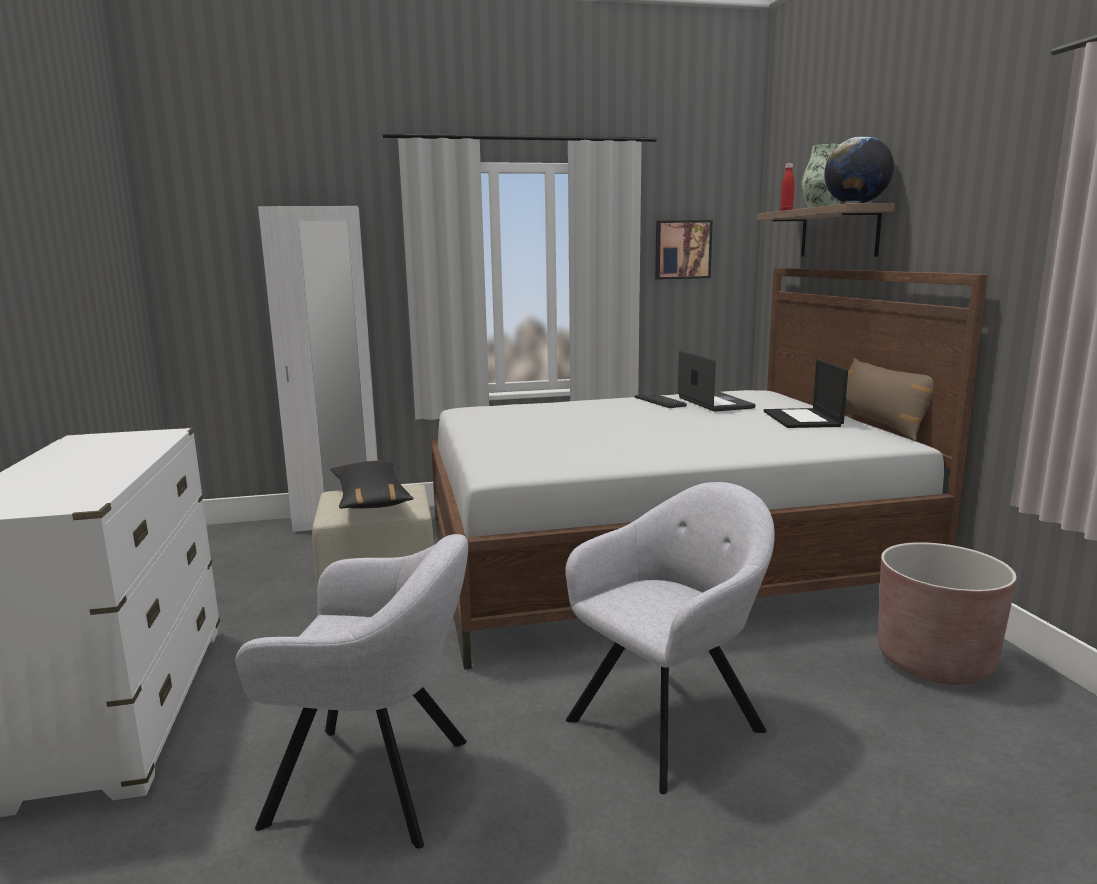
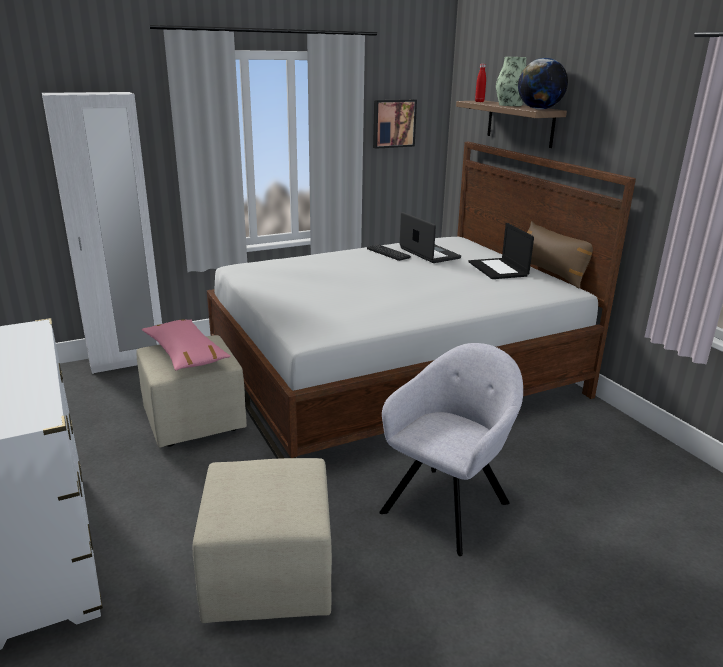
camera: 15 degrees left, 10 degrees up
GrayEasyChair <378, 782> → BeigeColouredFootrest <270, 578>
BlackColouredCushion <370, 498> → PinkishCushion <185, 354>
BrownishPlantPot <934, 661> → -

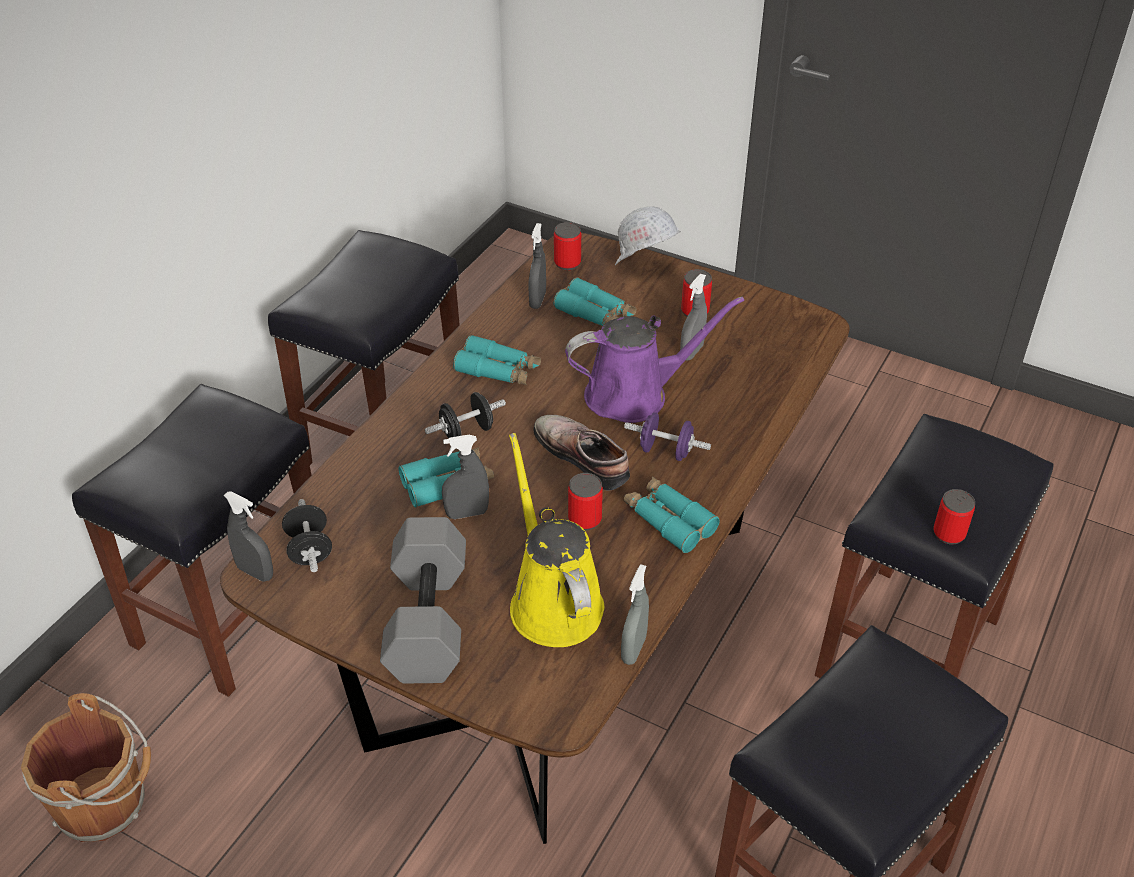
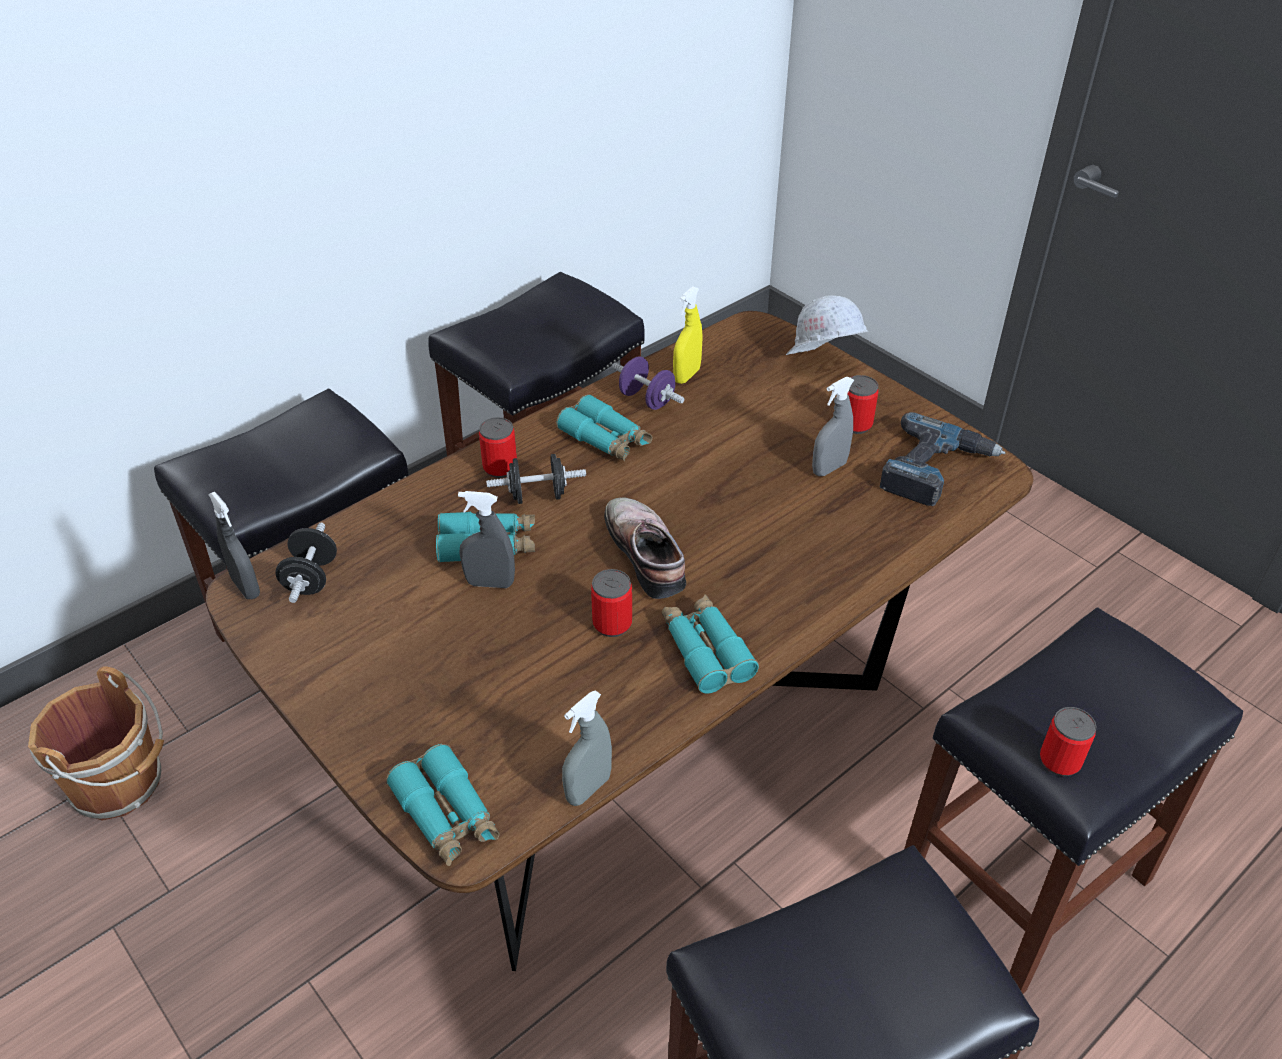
camera: 20 degrees right, 0 degrees up
GrayFreeWeight <425, 619> → -
YellowColouredSprinklingCan <552, 601> → -
GraySprayBottle <537, 300> → YellowColouredSprayBottle <687, 375>
SealedCan <567, 263> → SealedCan <500, 468>, moved
BlueGreenPairOfBinoculars <595, 314> → BlueGreenPairOfBinoculars <446, 815>, moved
PurpleColouredSprinklingCan <634, 394> → -
PurpleColouredFreeWeight <665, 451> → PurpleColouredFreeWeight <647, 399>, moved
- → PowerDrill <935, 470>

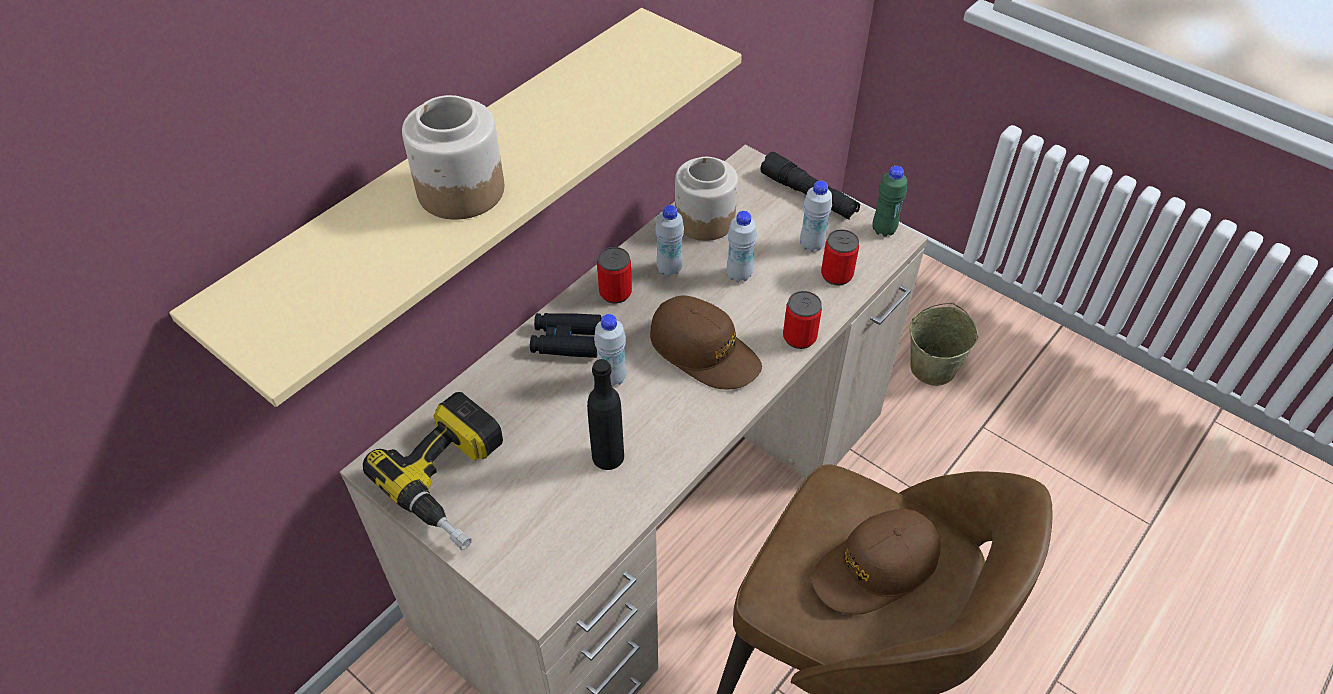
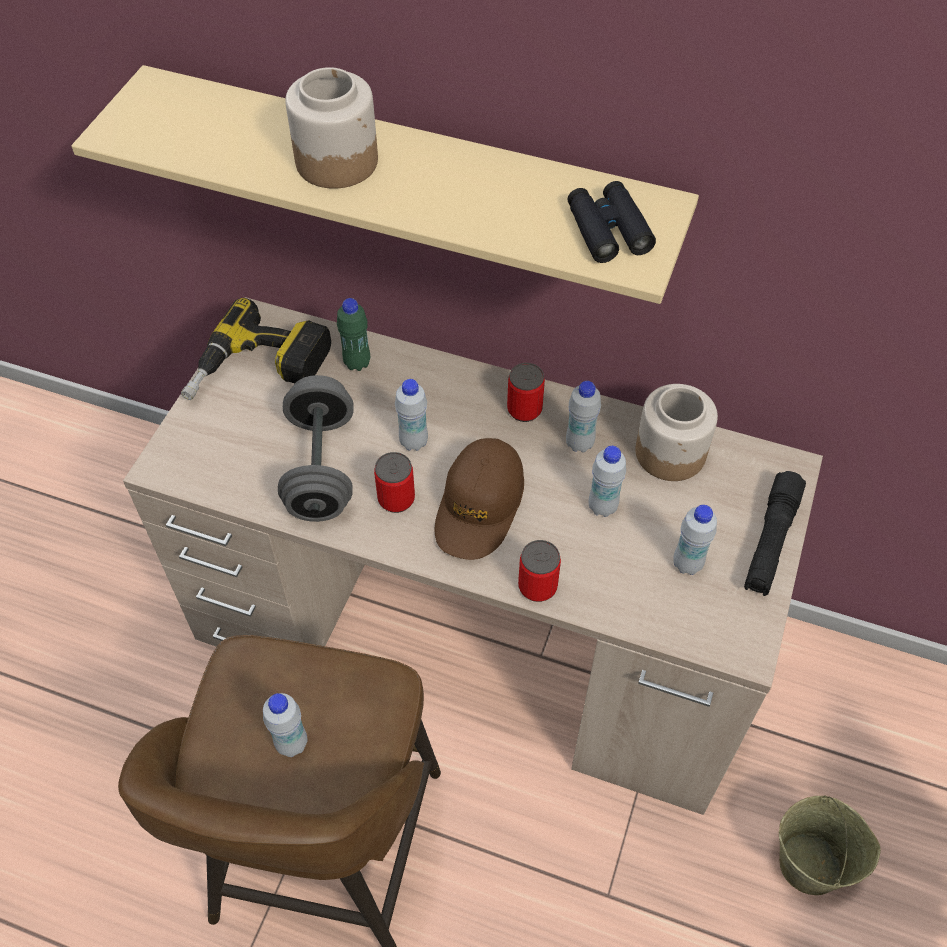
camera: 70 degrees right, 5 degrees up
BlackColouredPairOfBinoculars <566, 341> → BlackColouredPairOfBinoculars <608, 230>, moved
BlackColouredBeverageBottle <608, 456> → GrayFreeWeight <320, 468>
BrownishCap <875, 568> → WhiteColouredBeverageBottle <292, 743>
SealedCan <836, 275> → SealedCan <396, 499>, moved
GreenColouredBeverageBottle <883, 230> → GreenColouredBeverageBottle <357, 363>, moved

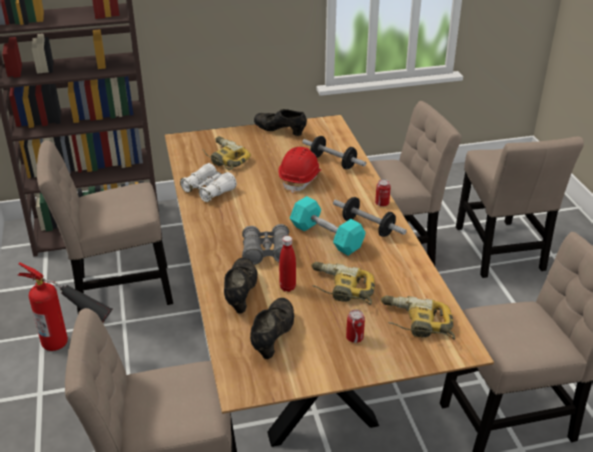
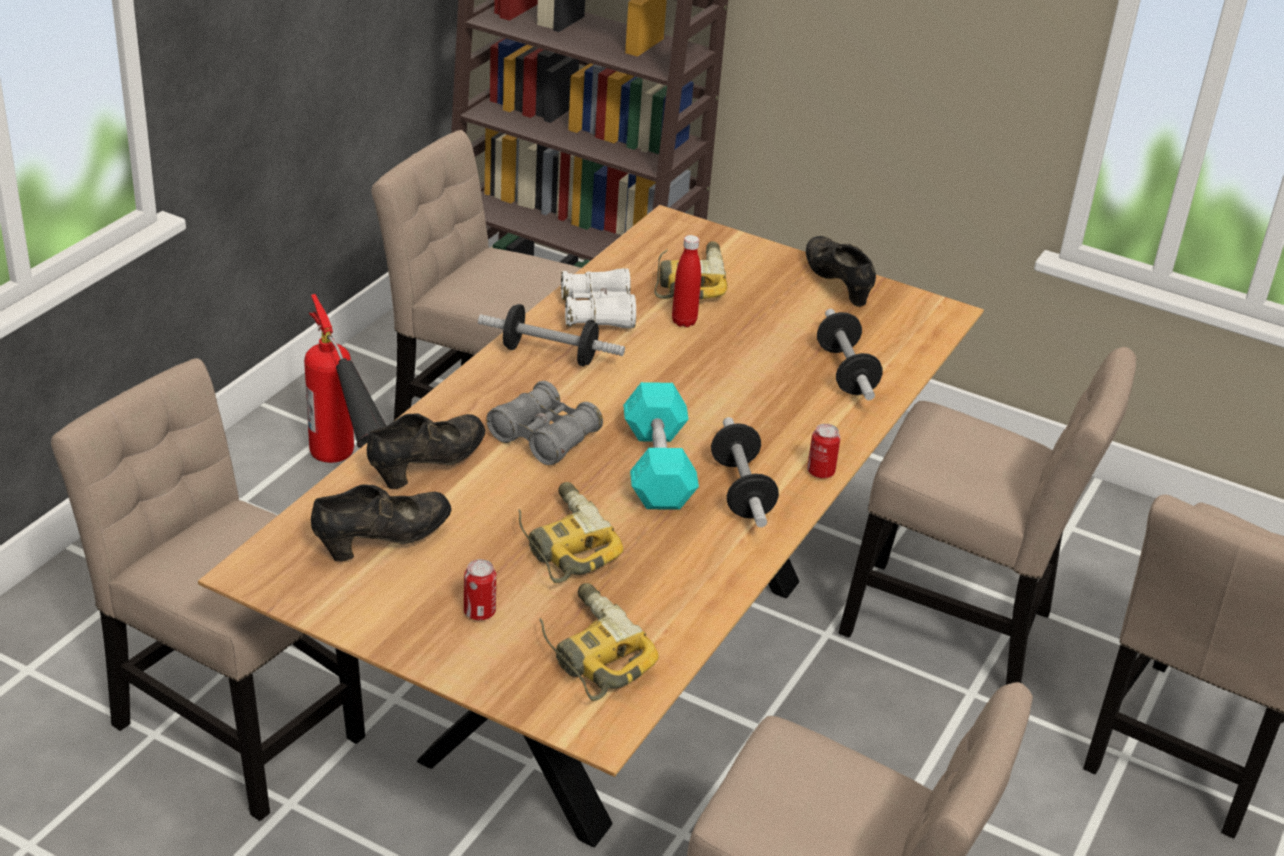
camera: 40 degrees right, 0 degrees up
RedSafetyHelmet <300, 179> → -
RedBeverageBottle <287, 287> → RedBeverageBottle <684, 321>, moved
- → FreeWeight <550, 354>

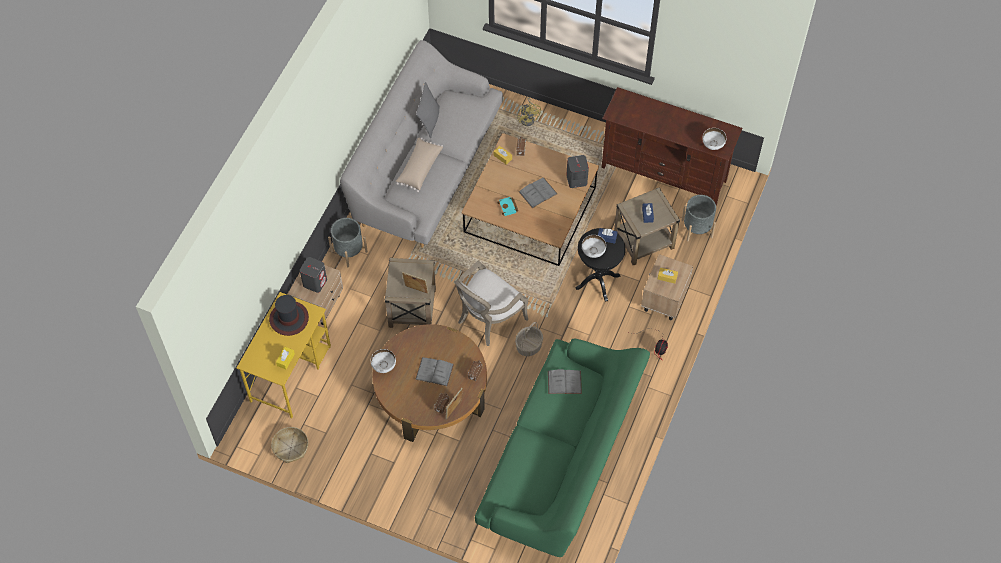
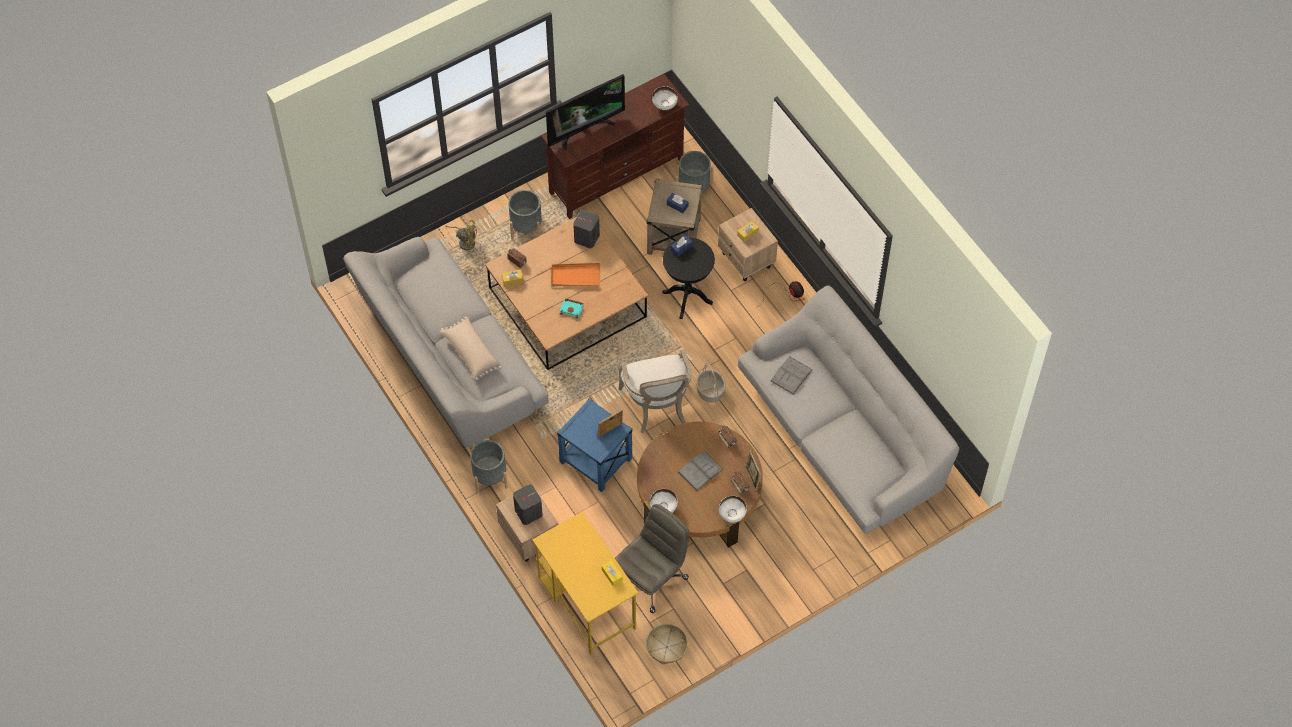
camera: 55 degrees left, 0 degrees up
Hat <289, 319> → -
BeigeColouredEndTable <412, 307> → BluishEndTable <595, 460>
GrayCushion <429, 121> → -
GreenColouredSofa <561, 458> → GraySofa <841, 435>
GrayBook <538, 193> → OrangeyTray <575, 276>
WhiteColouredServingBowl <593, 252> → WhiteColouredServingBowl <732, 515>, moved
- → GrayPlantPot <526, 227>
- → TvSet <584, 130>
- → GrayComputerChair <651, 578>

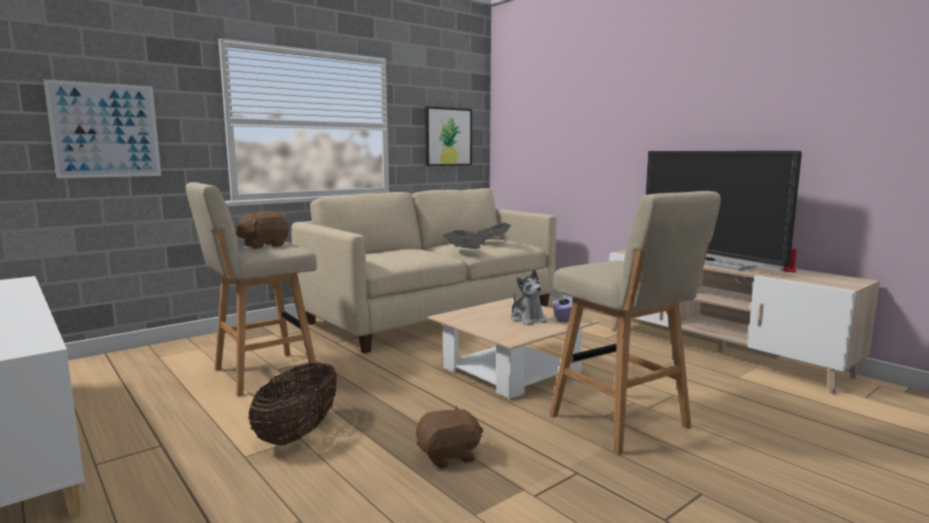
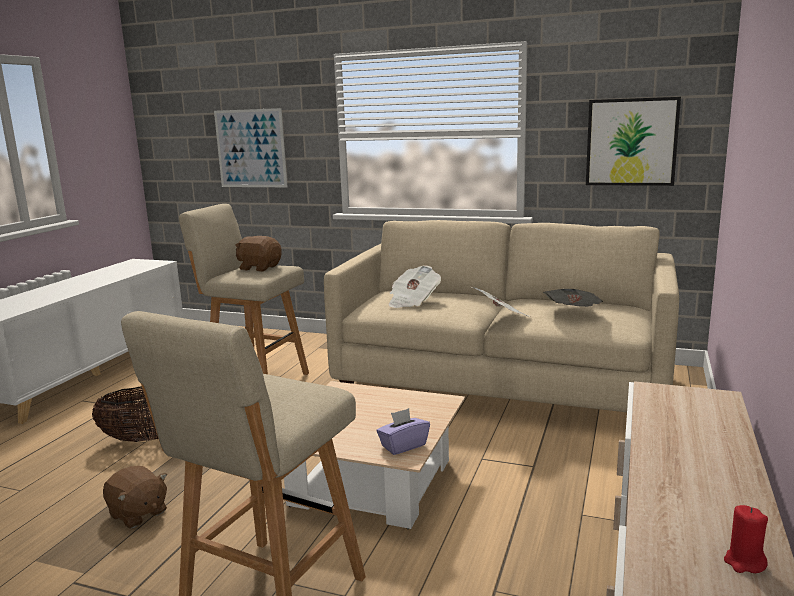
camera: 60 degrees right, 5 degrees up
PlushToy <527, 319> → -
TvSet <709, 262> → -
- → PrintedPaper <412, 301>

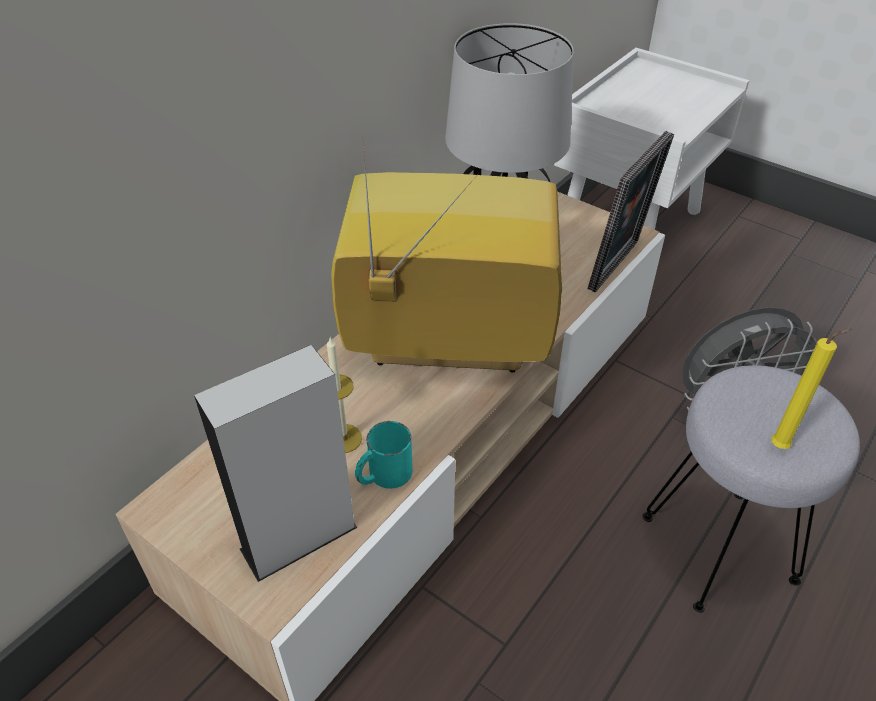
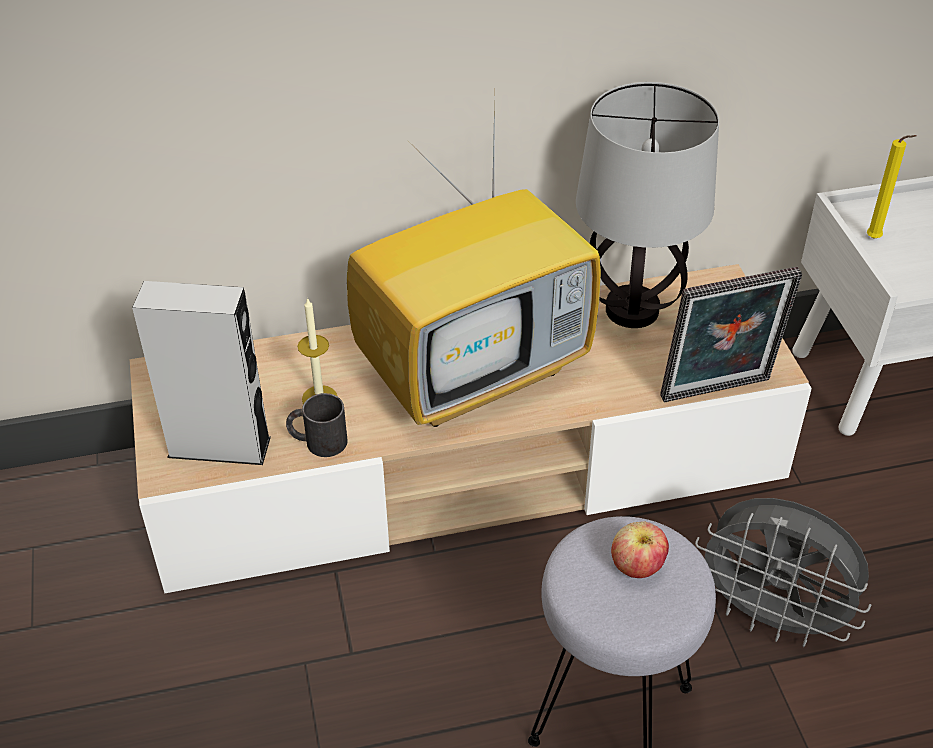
camera: 40 degrees right, 0 degrees up
TvSet <443, 343> → TvSet <476, 370>, 105 degrees clockwise
BlueGreenTeaMug <383, 475> → BlackColouredTeaMug <318, 441>
YellowColouredWaxCandle <782, 446> → YellowColouredWaxCandle <875, 239>, moved
- → AppleFruit <637, 567>

